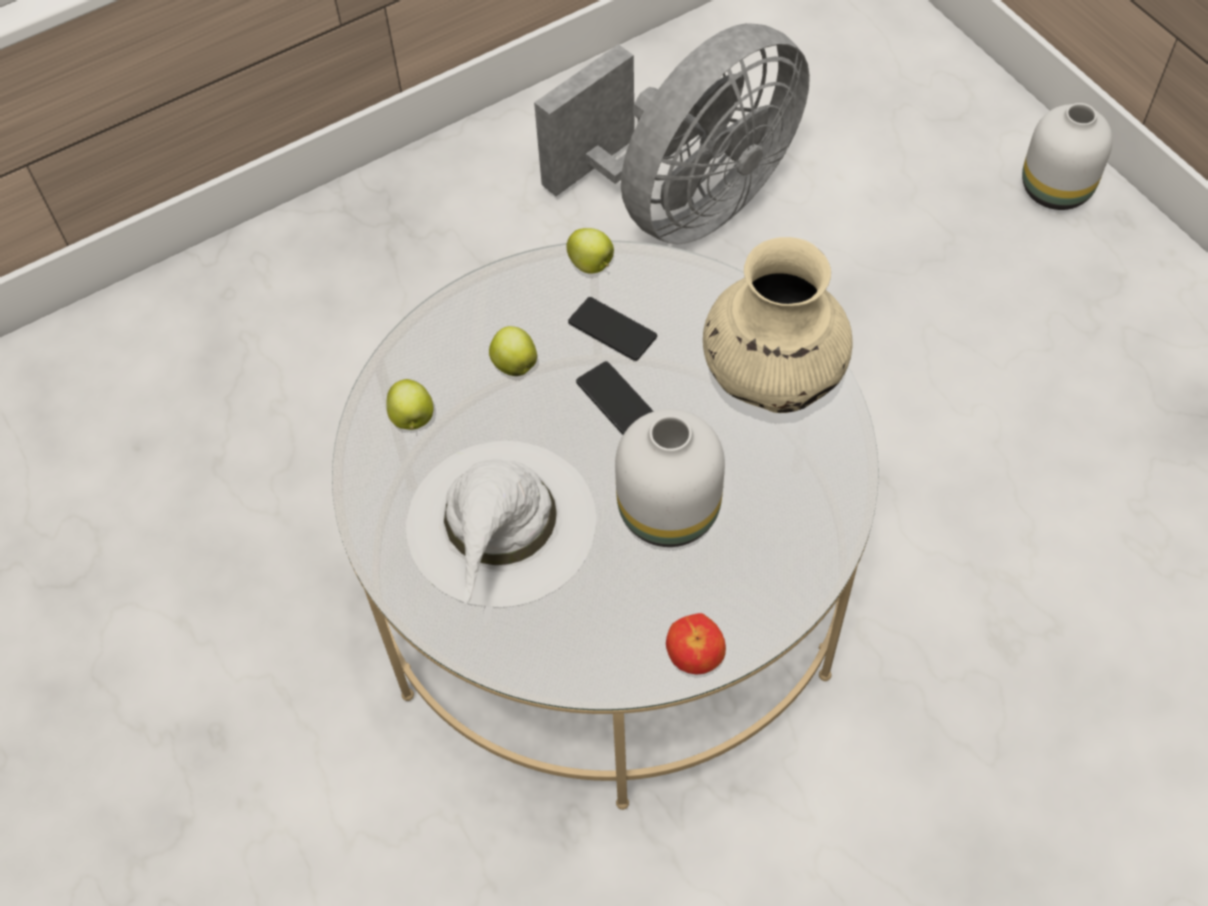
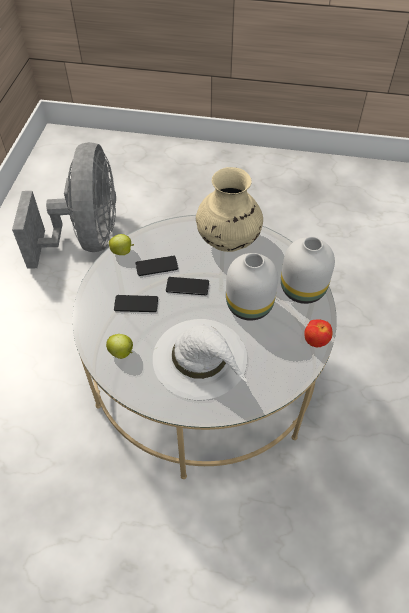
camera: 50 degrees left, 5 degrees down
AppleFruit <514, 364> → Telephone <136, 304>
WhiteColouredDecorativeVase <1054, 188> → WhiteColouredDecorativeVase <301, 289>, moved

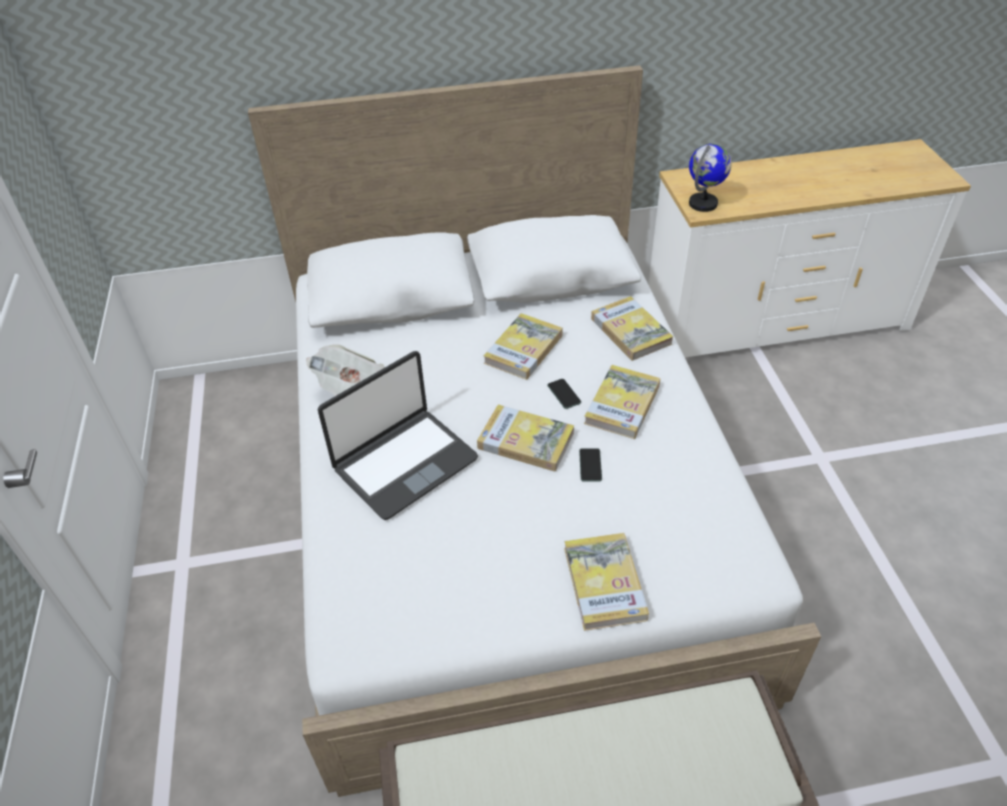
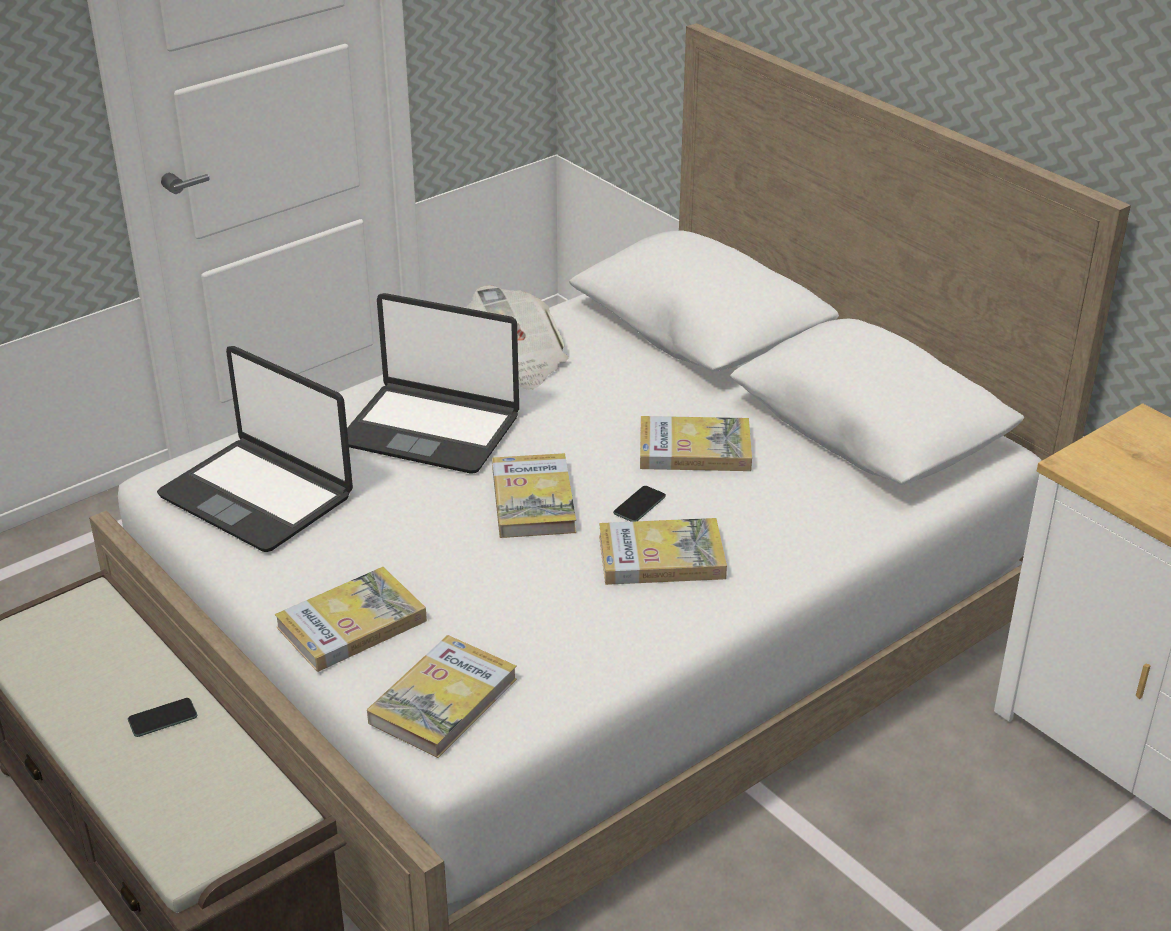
camera: 60 degrees right, 10 degrees down
Telephone <590, 465> → Telephone <162, 718>, moved
Book <630, 331> → Book <443, 701>, moved
Globe <703, 204> → -
- → PortableComputer <258, 496>

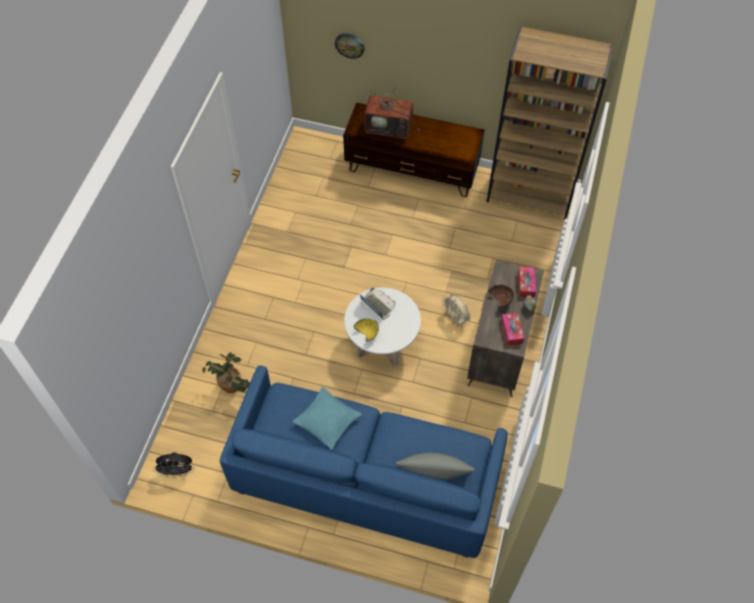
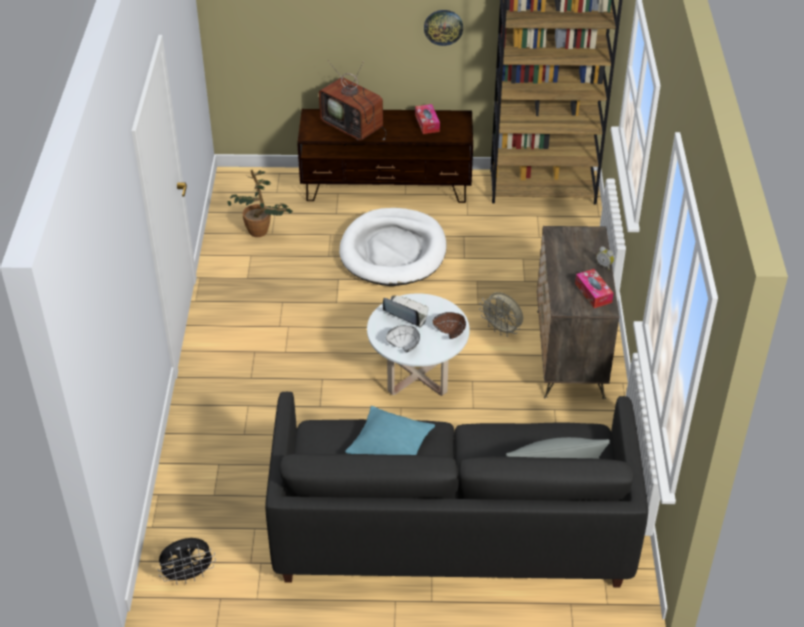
camera: 15 degrees left, 15 degrees down
PlantInAPot <233, 389> → PlantInAPot <262, 233>, moved
BluishSofa <365, 479> → BlackColouredSofa <451, 529>
ClockOnTheWall <349, 45> → ClockOnTheWall <443, 27>, moved
YellowColouredServingBowl <368, 333> → WhiteColouredServingBowl <405, 345>
TvSet <390, 128> → TvSet <354, 126>, 45 degrees clockwise
BrownishServingBowl <501, 299> → BrownishServingBowl <451, 331>, moved
TissueHolder <526, 284> → TissueHolder <427, 123>, moved
- → WhiteColouredPetBed <393, 251>

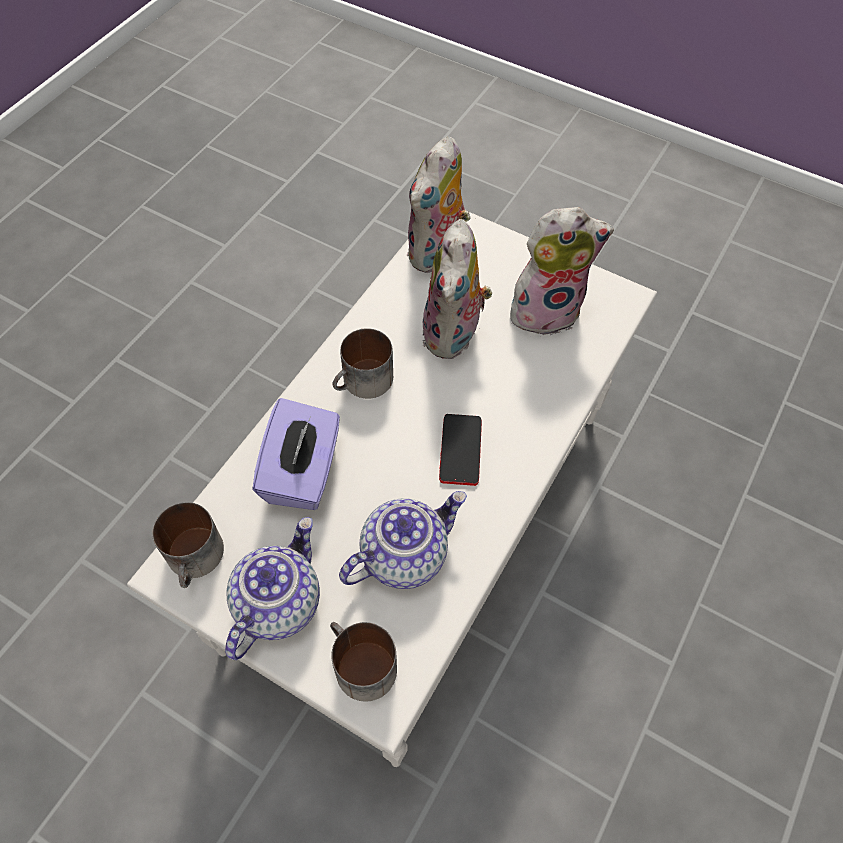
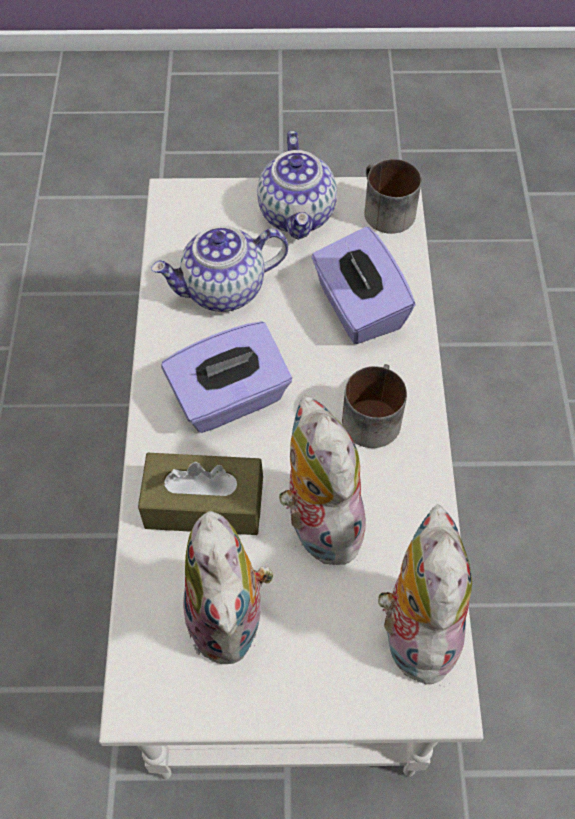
camera: 150 degrees right, 0 degrees up
TeaMug <358, 665> → -
PotForTea <404, 554> → PotForTea <223, 290>, 45 degrees clockwise
Telephone <460, 450> → PurpleColouredTissueHolder <230, 399>
PlushToy <546, 310> → PlushToy <231, 620>, 60 degrees counterclockwise
- → BrownishTissueHolder <204, 505>

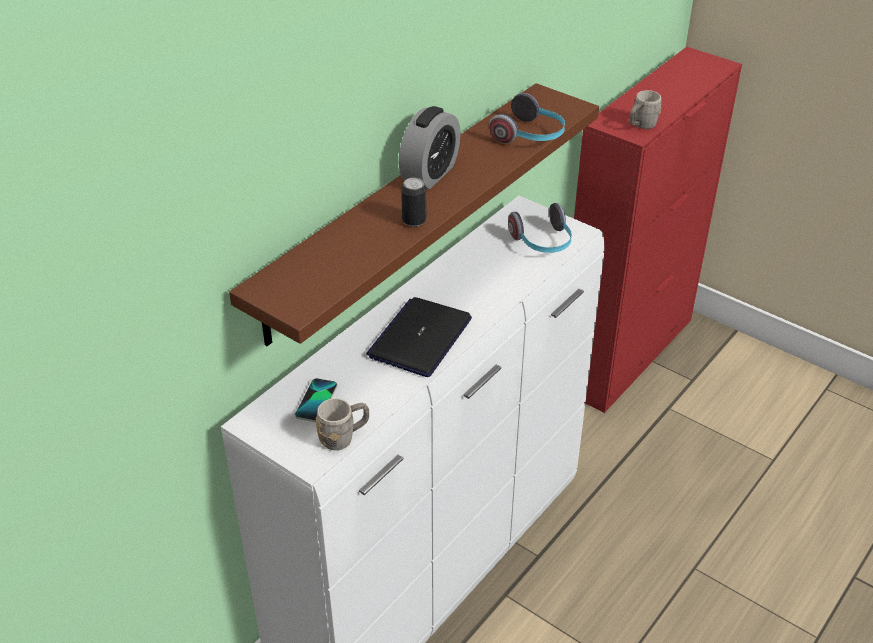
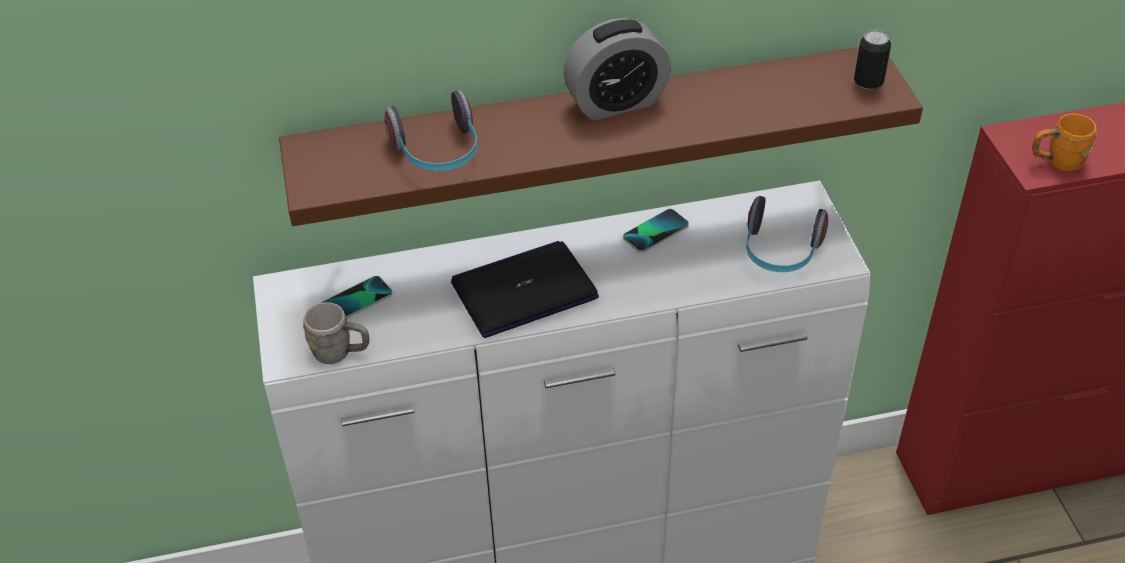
camera: 40 degrees right, 5 degrees up
SealedCan <414, 221> → SealedCan <868, 82>, moved
Headset <530, 136> → Headset <438, 153>, moved
GrayTeaMug <641, 126> → OrangeyTeaMug <1057, 162>
- → Telephone <655, 232>

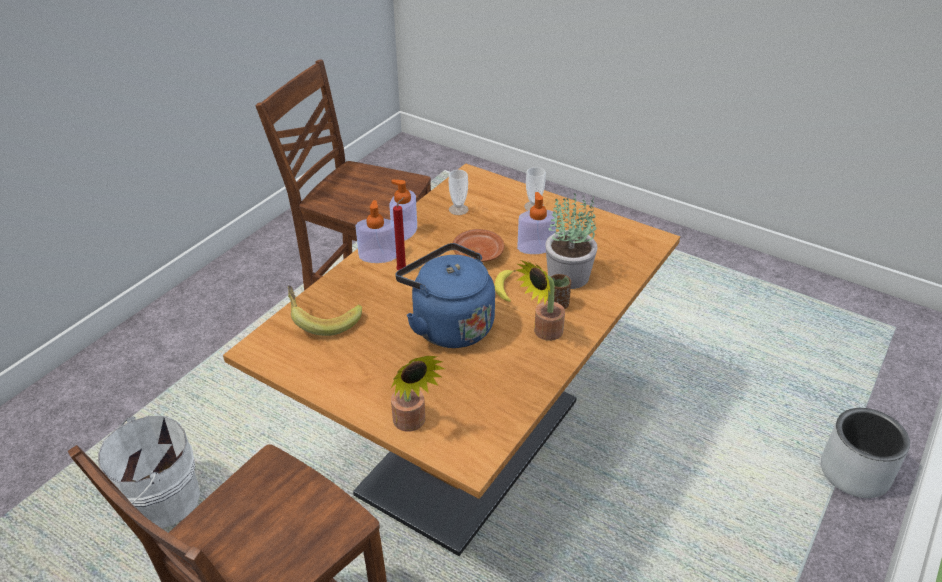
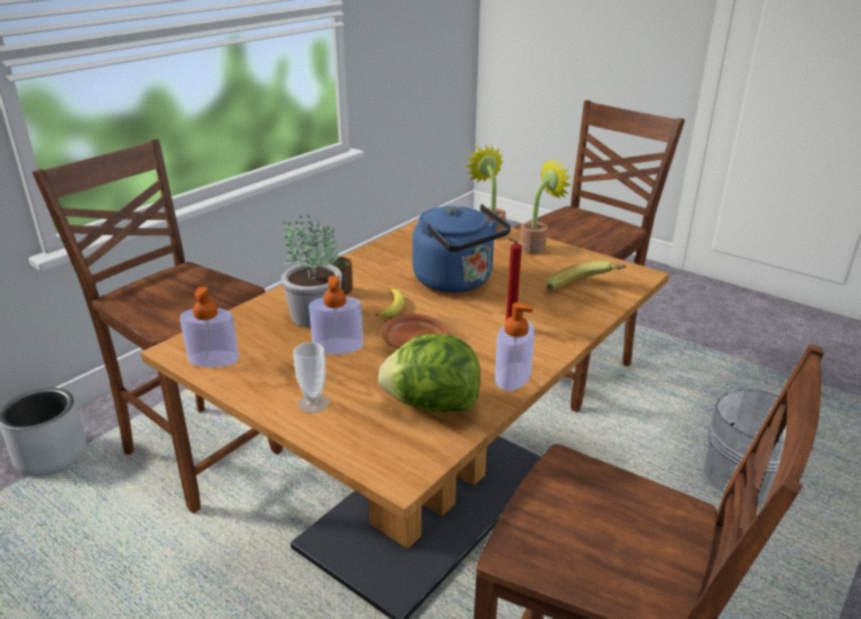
camera: 175 degrees left, 10 degrees down
SoapDispenser <378, 256> → SoapDispenser <213, 359>, moved
Cup <458, 209> → HeadOfLettuce <432, 405>
PlantInAPot <543, 333> → PlantInAPot <536, 247>, moved
- → BrownishUprightChair <200, 452>

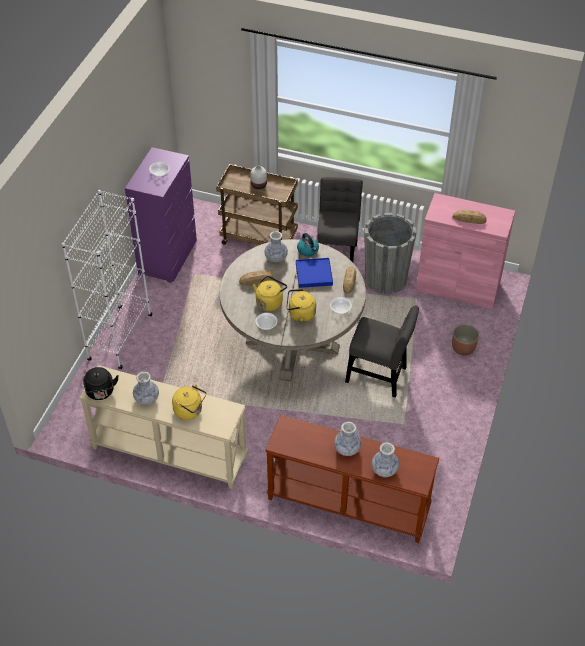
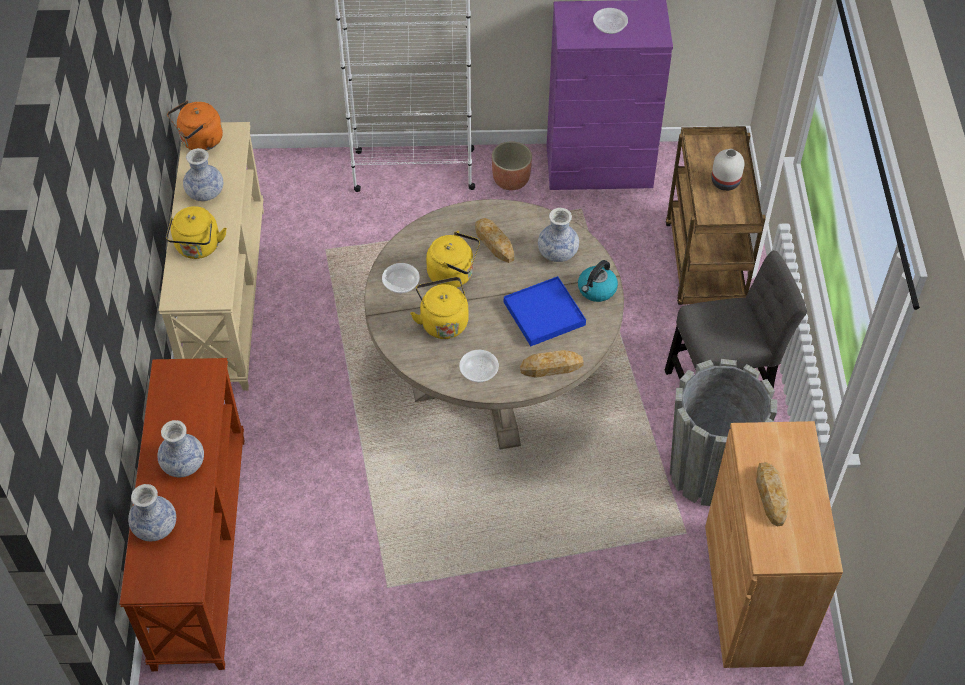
camera: 70 degrees right, 5 degrees up
BlackColouredKettle <101, 392> → OrangeyKettle <199, 141>
GrayUprightChair <379, 376> → -
PinkishCabinet <458, 286> → BrownishCabinet <752, 594>
PlantPot <463, 348> → PlantPot <511, 180>, moved

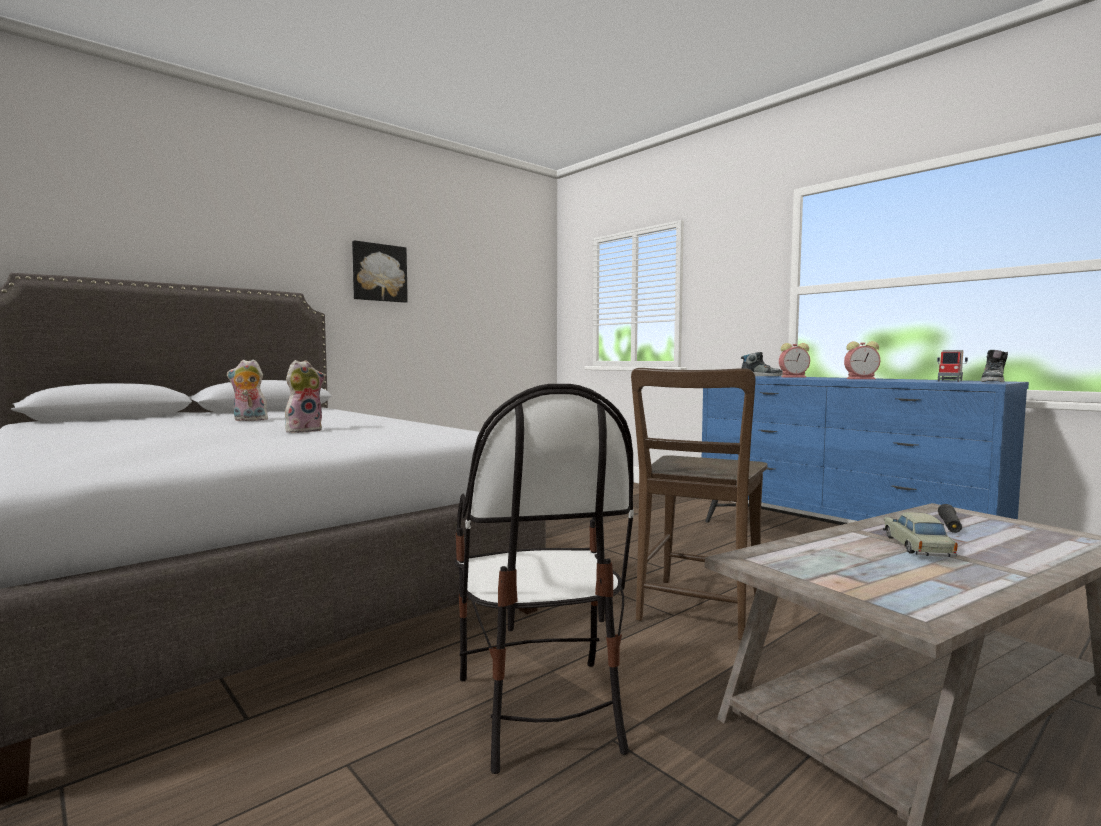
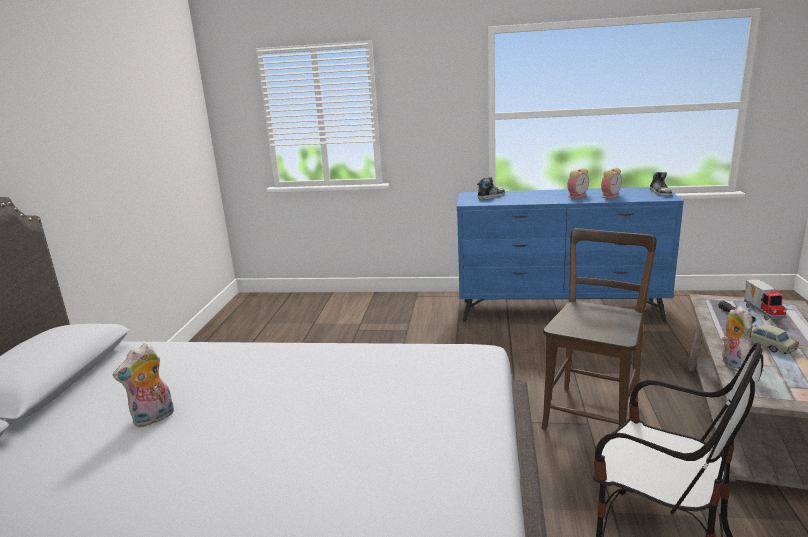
camera: 40 degrees left, 15 degrees up
PlushToy <304, 430> → PlushToy <732, 364>, moved
WallArt <379, 273> → -
BrownishUprightChair <697, 611> → BrownishUprightChair <593, 412>, 135 degrees counterclockwise
AlarmClock <794, 377> → AlarmClock <610, 196>, moved
ToyLorry <951, 381> → ToyLorry <763, 312>, moved

